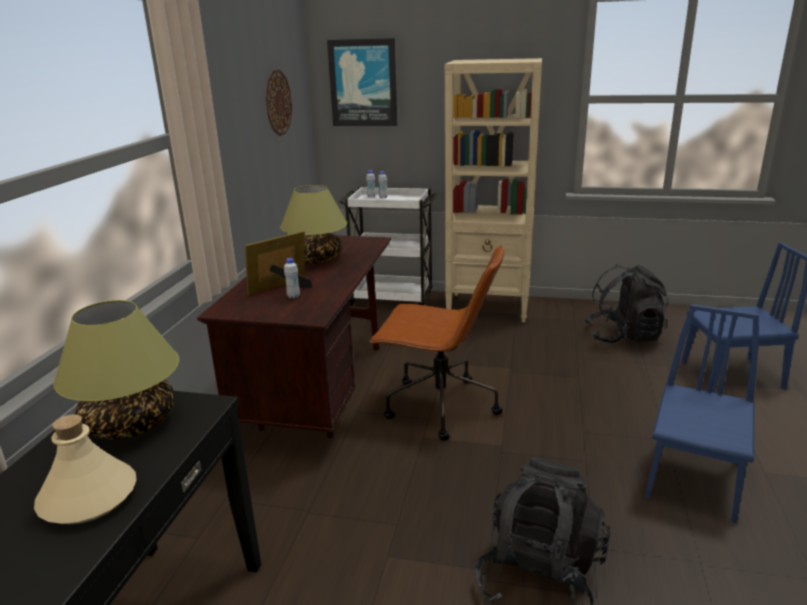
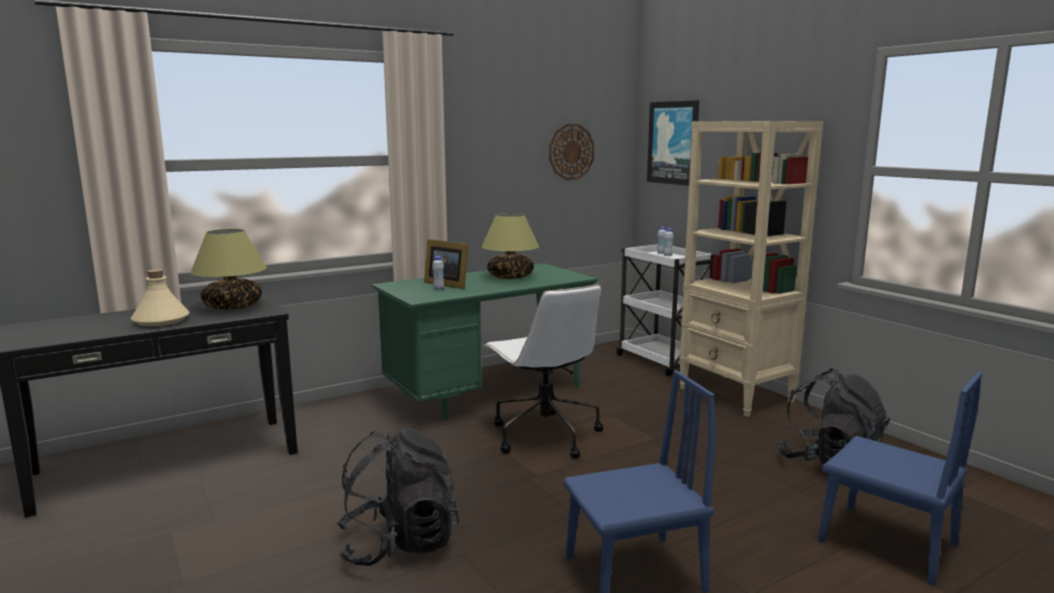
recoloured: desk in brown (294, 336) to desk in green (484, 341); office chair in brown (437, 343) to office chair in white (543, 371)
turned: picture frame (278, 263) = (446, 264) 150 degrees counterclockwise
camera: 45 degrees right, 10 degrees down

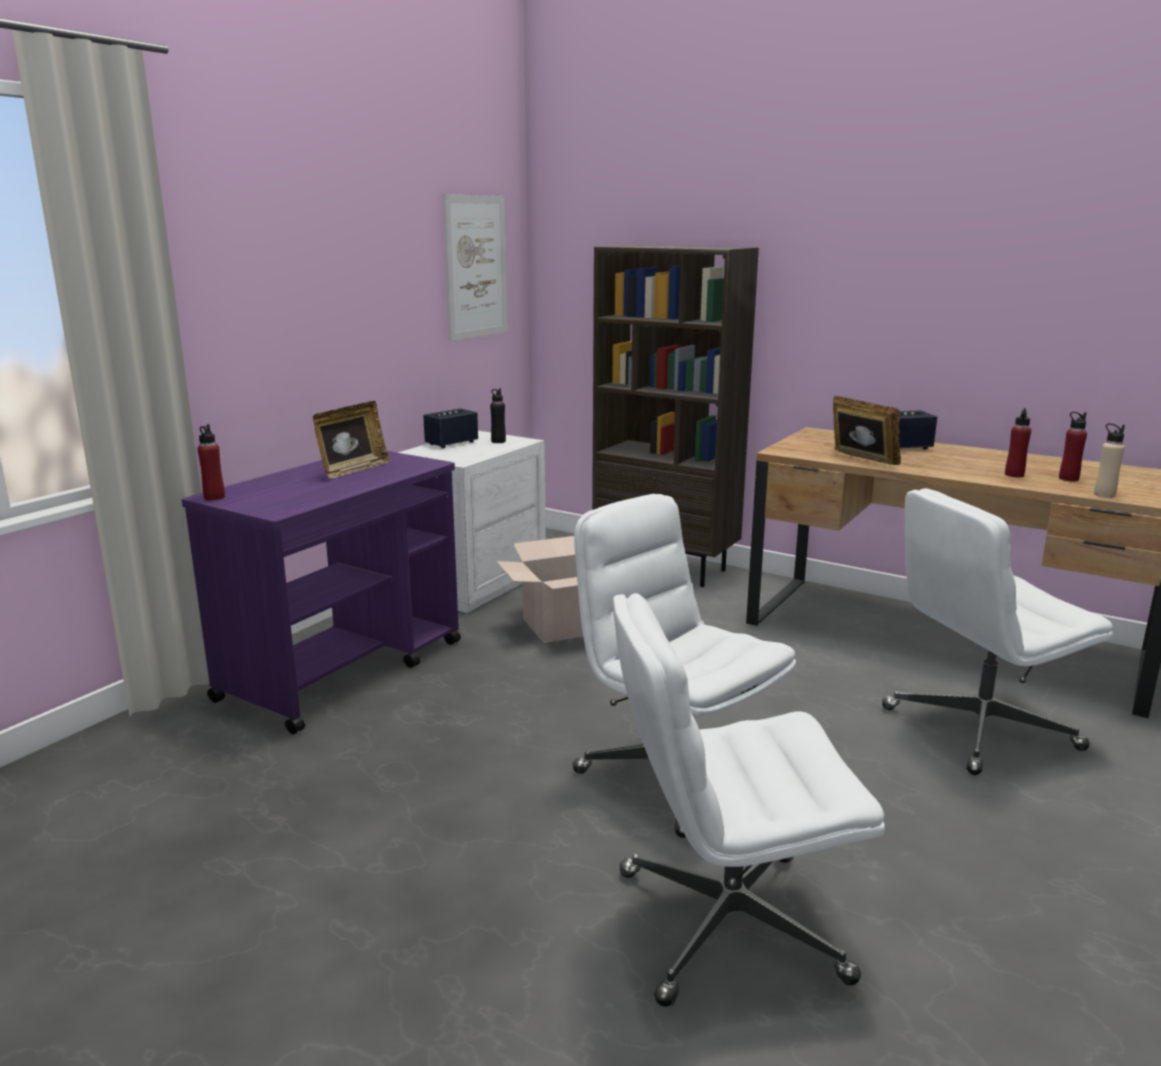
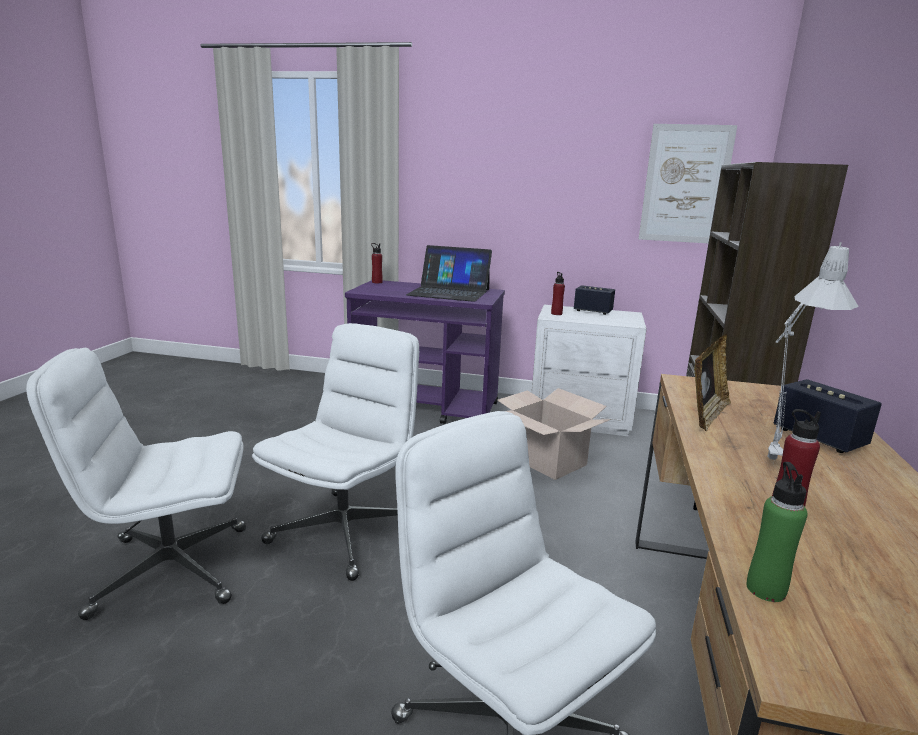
removed: bottle in black (498, 415)
added: table lamp in grey (813, 351)
moved: bottle in red (1073, 446) to (558, 293)
replaced: picture frame (351, 440) to laptop (449, 273)
recoloured: bottle in beige (1109, 460) to bottle in green (777, 532)
turned: office chair in white (748, 800) = (136, 484) 75 degrees counterclockwise
camera: 70 degrees right, 0 degrees up

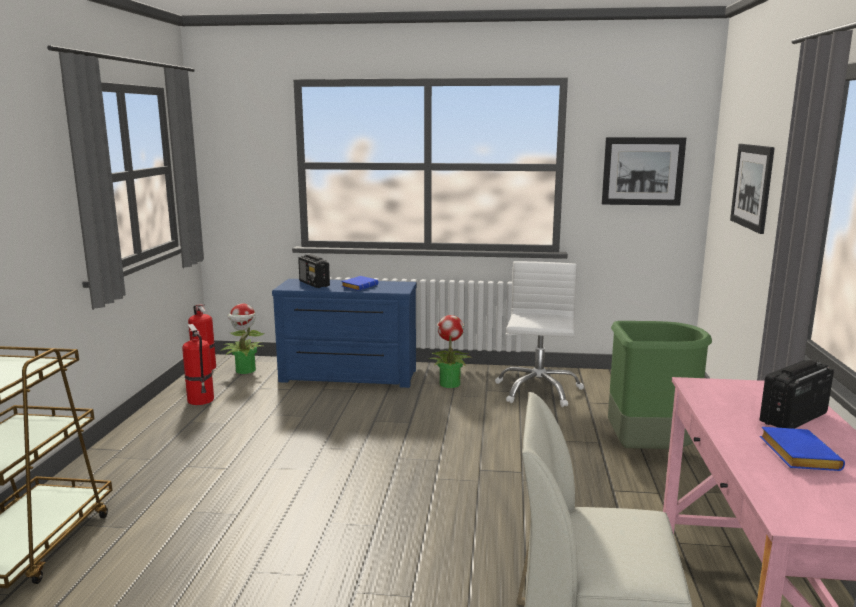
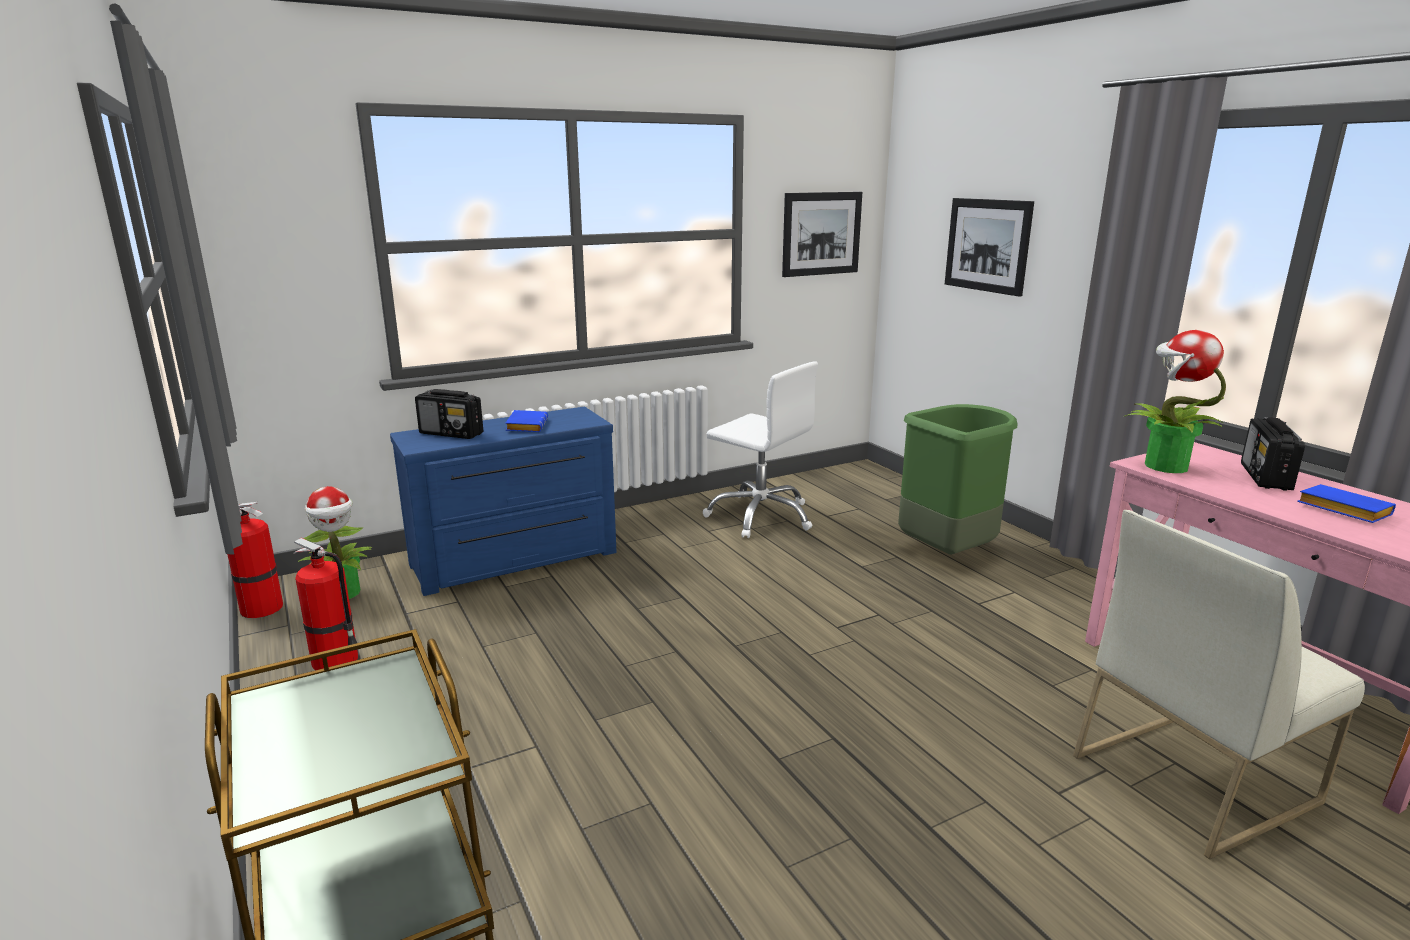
moved: potted plant (451, 351) to (1175, 401)
turned: office chair in white (539, 334) = (760, 449) 150 degrees clockwise
camera: 35 degrees left, 5 degrees up

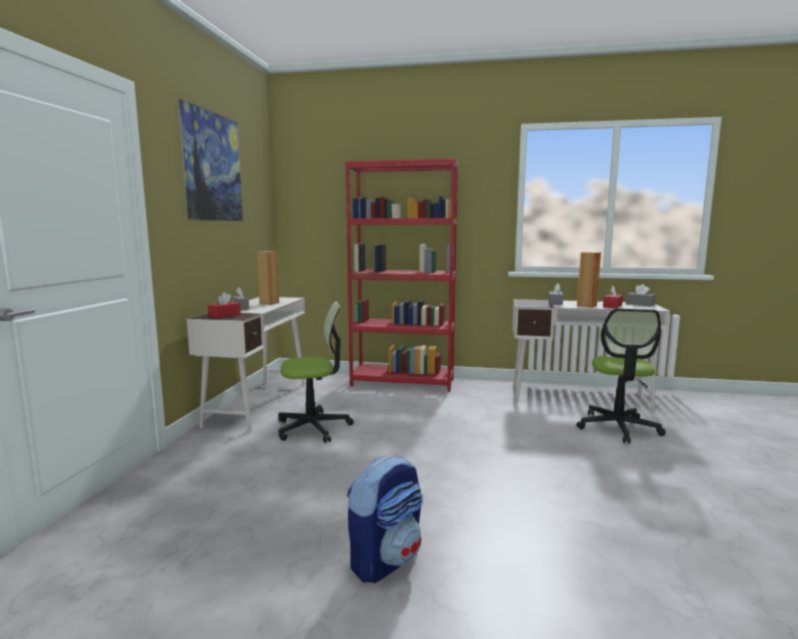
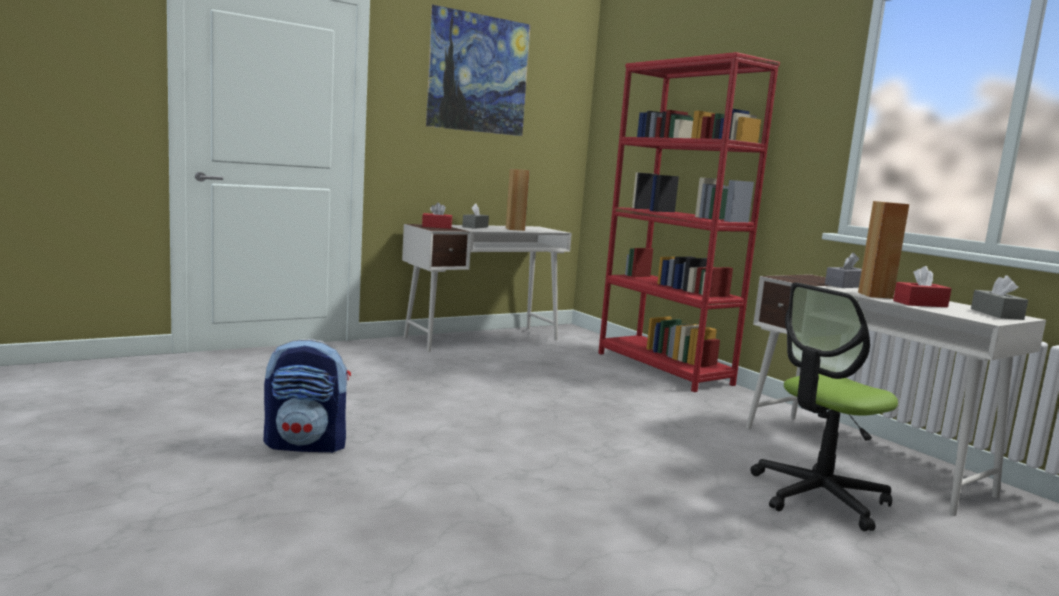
removed: office chair (316, 372)
camera: 45 degrees right, 0 degrees up

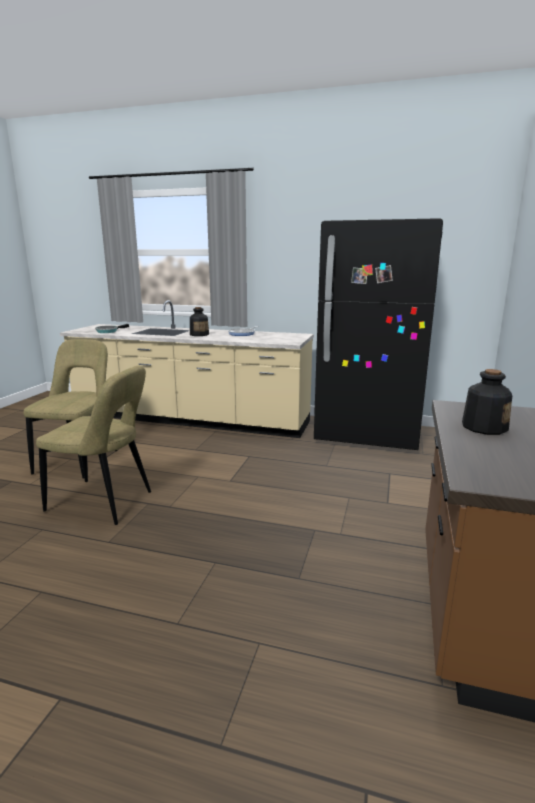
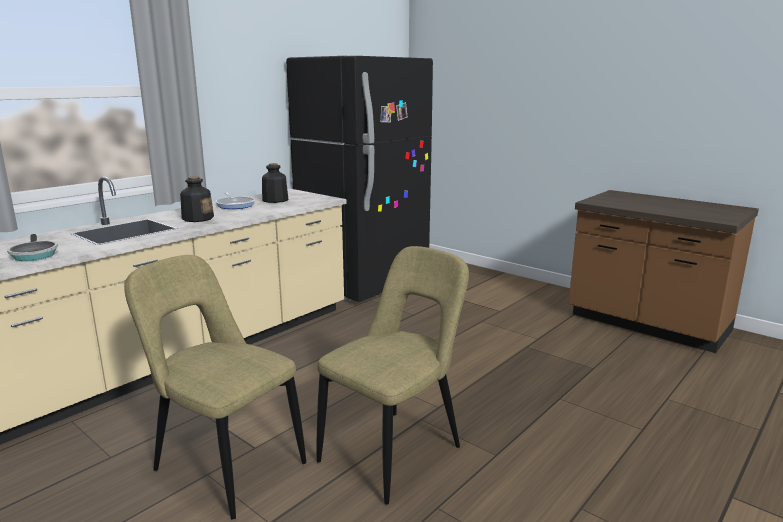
moved: bottle (487, 402) to (275, 183)
camera: 65 degrees left, 0 degrees up

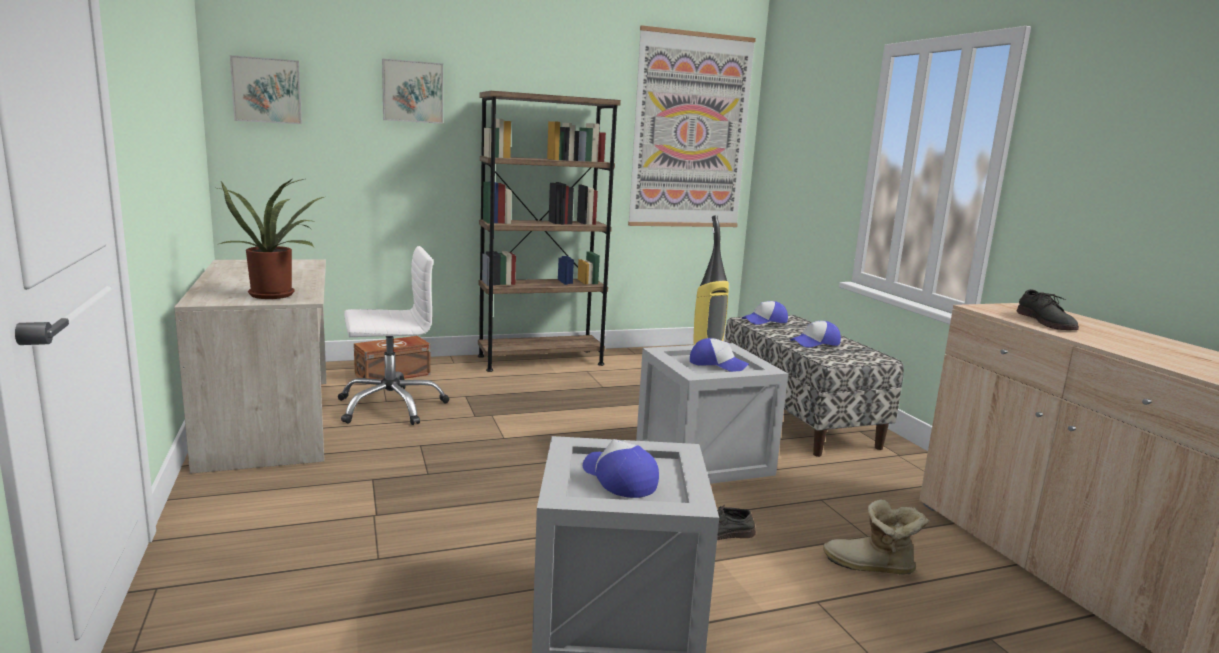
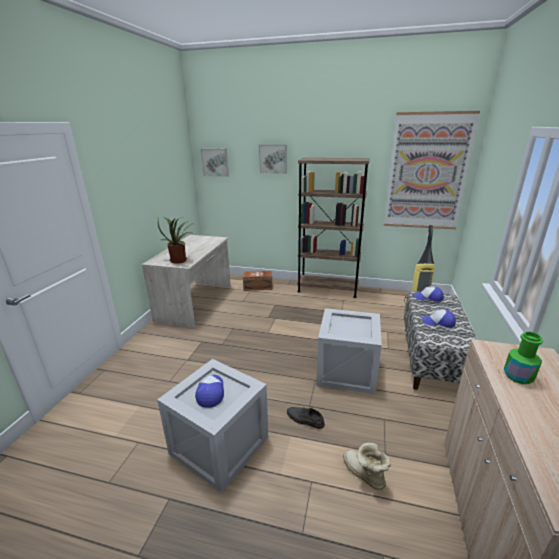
removed: office chair in white (394, 335); cap (719, 355)
replaced: shoe in grey (1048, 309) to bottle in green (523, 357)
camera: 35 degrees right, 10 degrees up

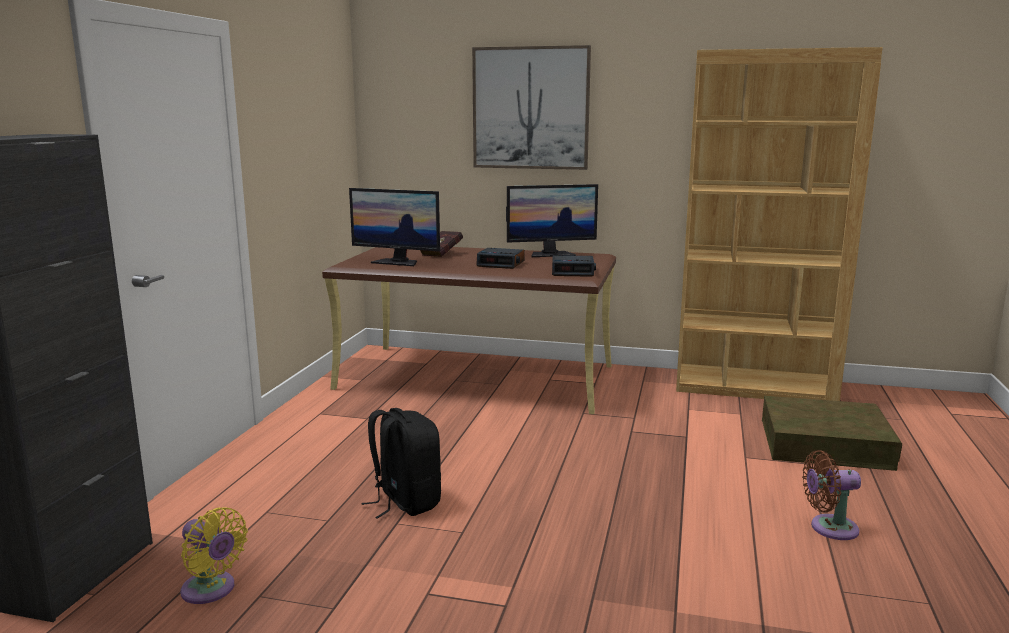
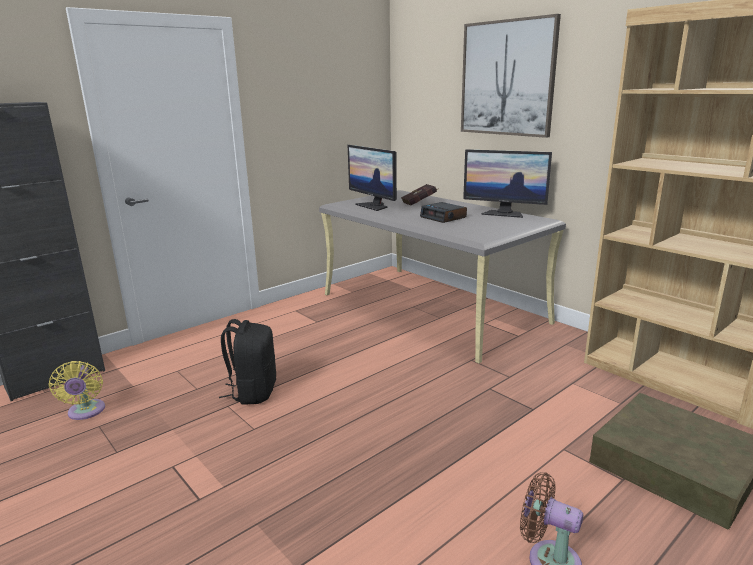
removed: alarm clock (574, 266)
recoloured: desk in brown (469, 330) to desk in grey (442, 276)
camera: 35 degrees right, 5 degrees up

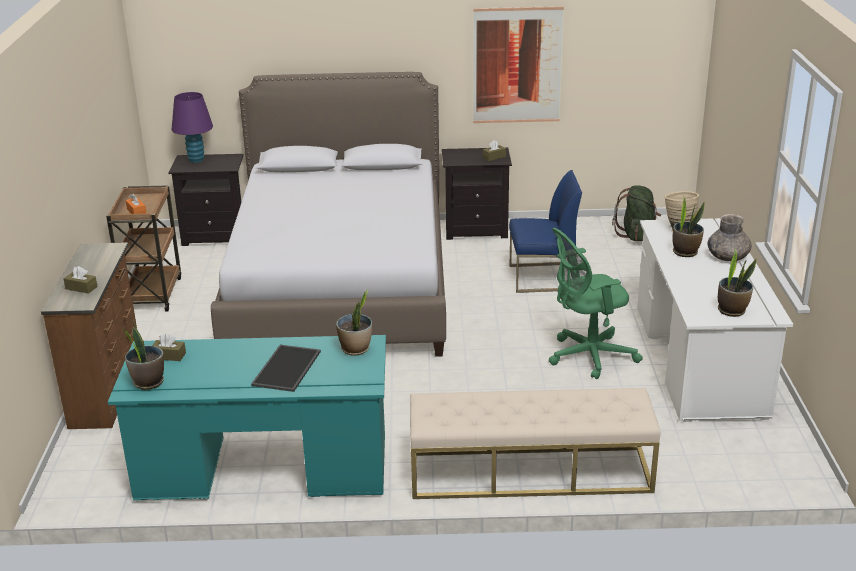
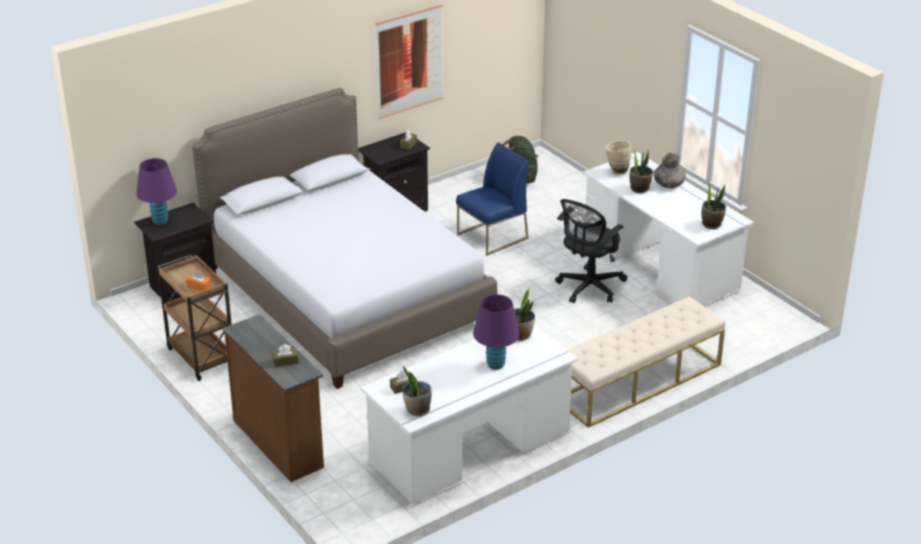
replaced: tray (286, 368) to table lamp in purple (496, 332)
recoloured: desk in turquoise (247, 418) to desk in white (469, 415); office chair in green (596, 303) to office chair in black (591, 251)
camera: 35 degrees left, 5 degrees up

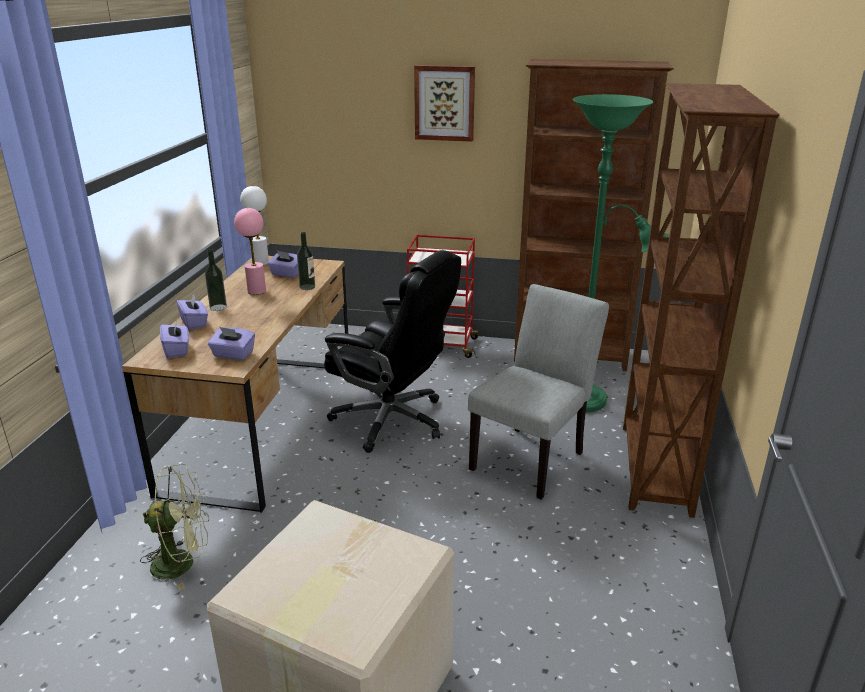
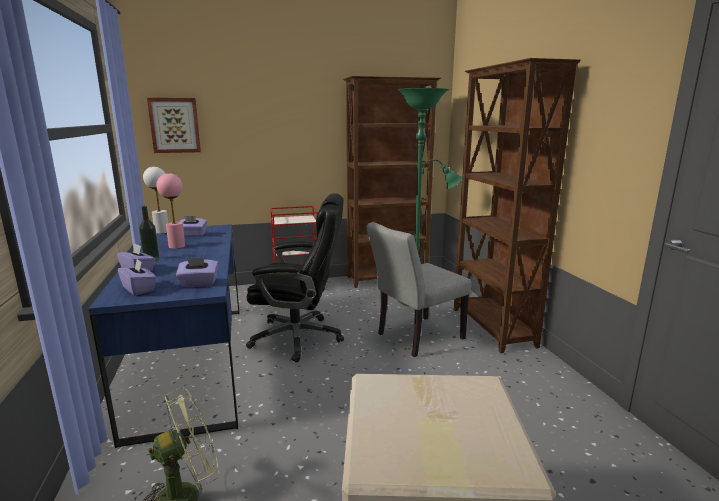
removed: bottle (306, 261)
moved: picture (444, 103) to (174, 125)
recoloured: desk in brown (235, 384) to desk in blue (163, 336)
turned: chair in grey (538, 392) = (419, 289) 135 degrees counterclockwise
camera: 25 degrees left, 10 degrees down

